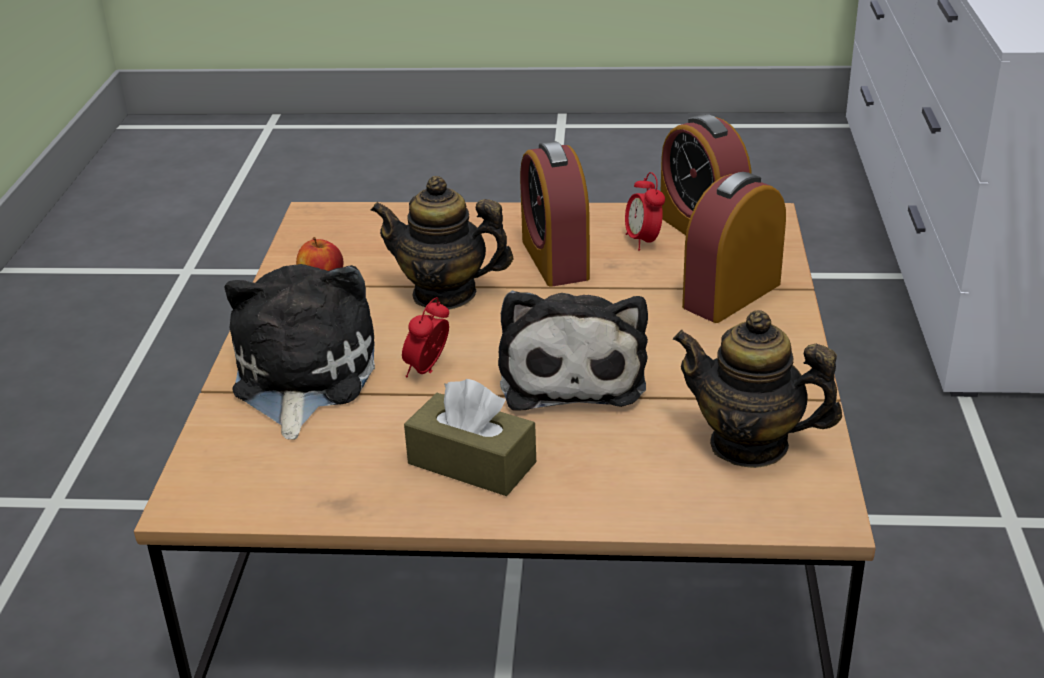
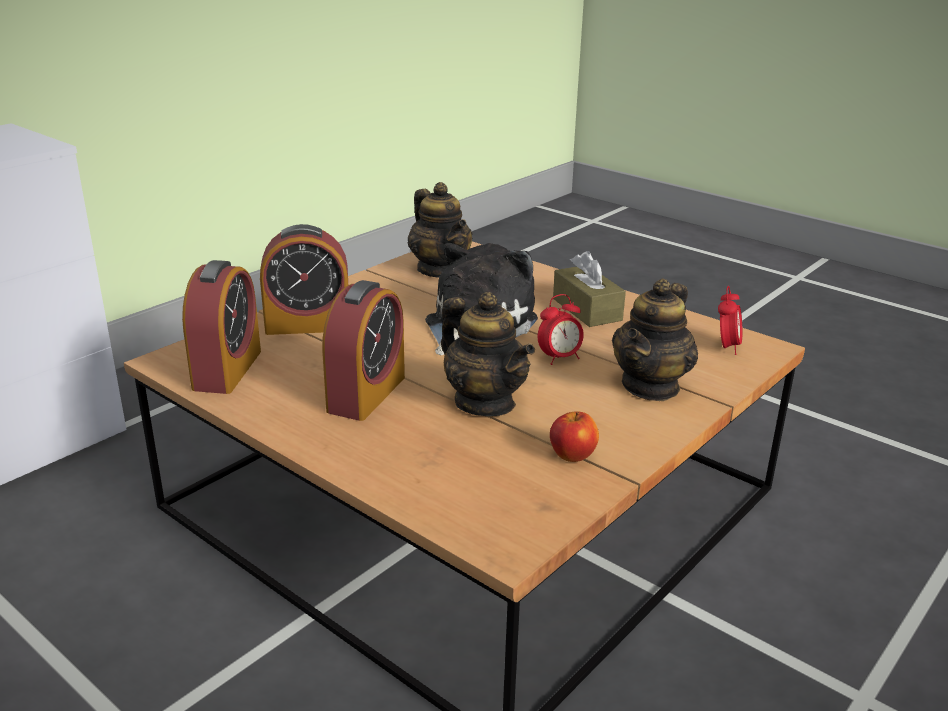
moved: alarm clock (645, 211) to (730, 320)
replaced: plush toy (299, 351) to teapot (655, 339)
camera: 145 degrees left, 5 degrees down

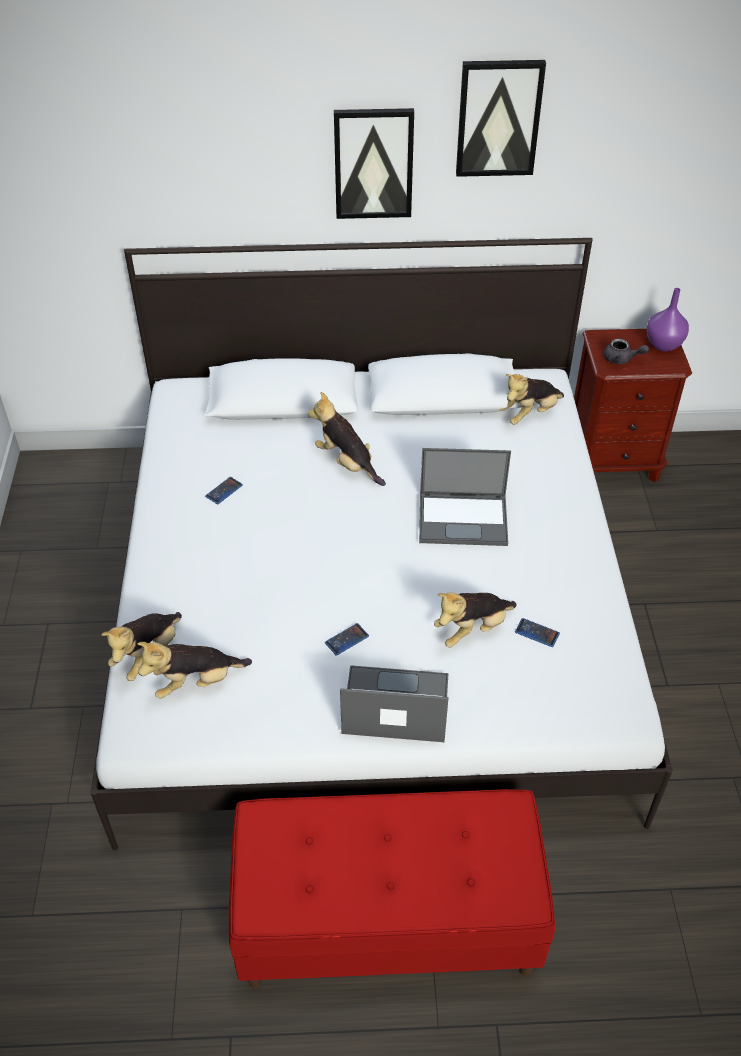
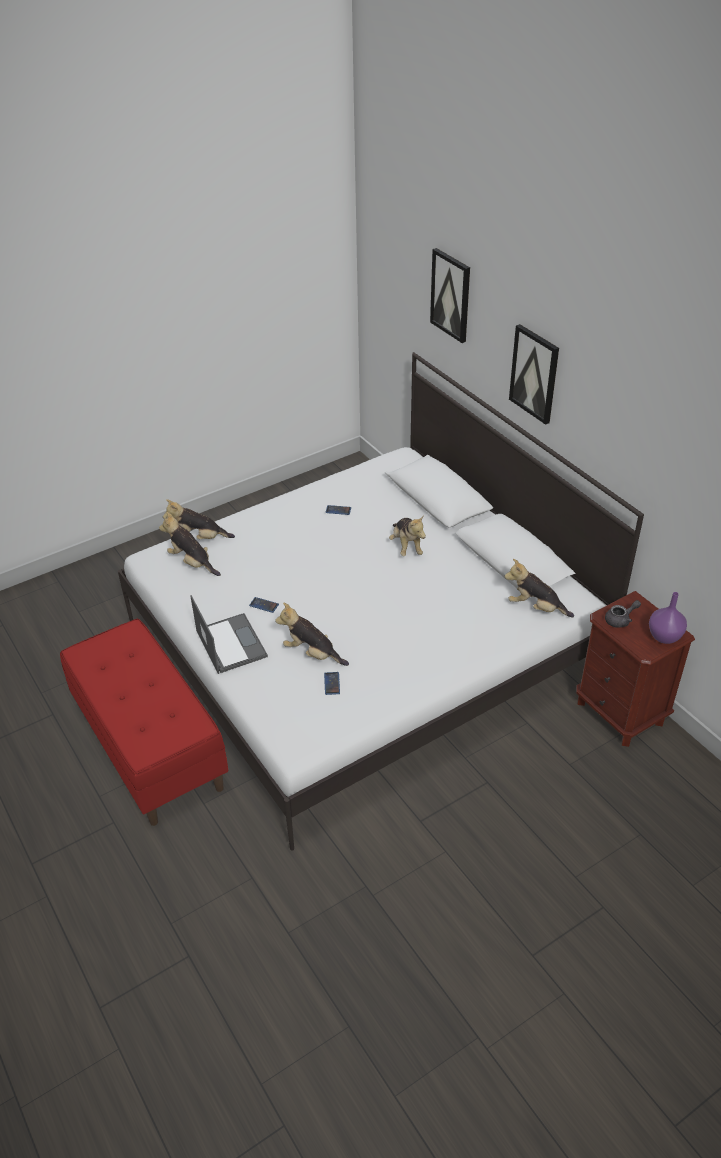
removed: laptop (465, 497)
moved: picture (501, 118) to (450, 295)
turned: plush toy (347, 439) = (407, 536) 150 degrees clockwise; teapot in grey (626, 351) = (623, 614) 105 degrees counterclockwise
camera: 60 degrees right, 5 degrees down

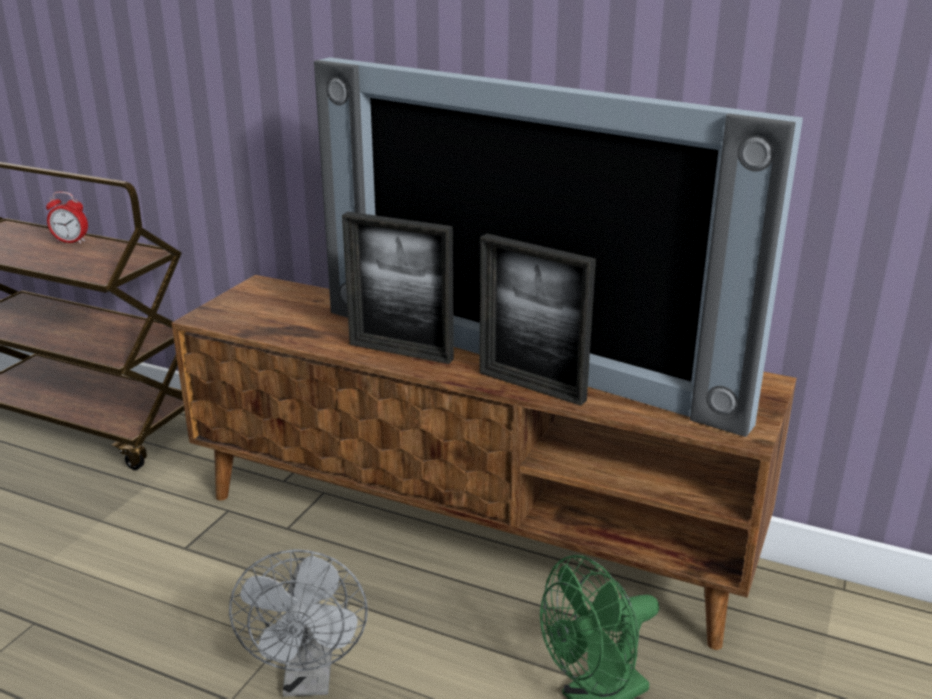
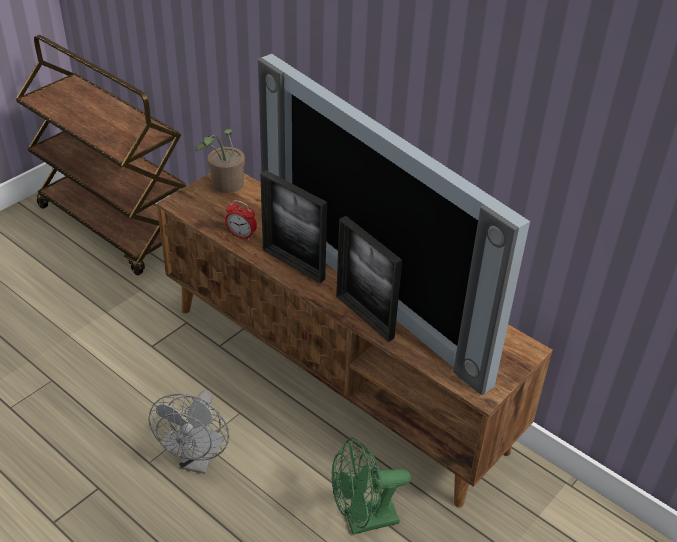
added: potted plant (220, 161)
moved: alarm clock (67, 218) to (241, 220)
camera: 15 degrees right, 15 degrees up

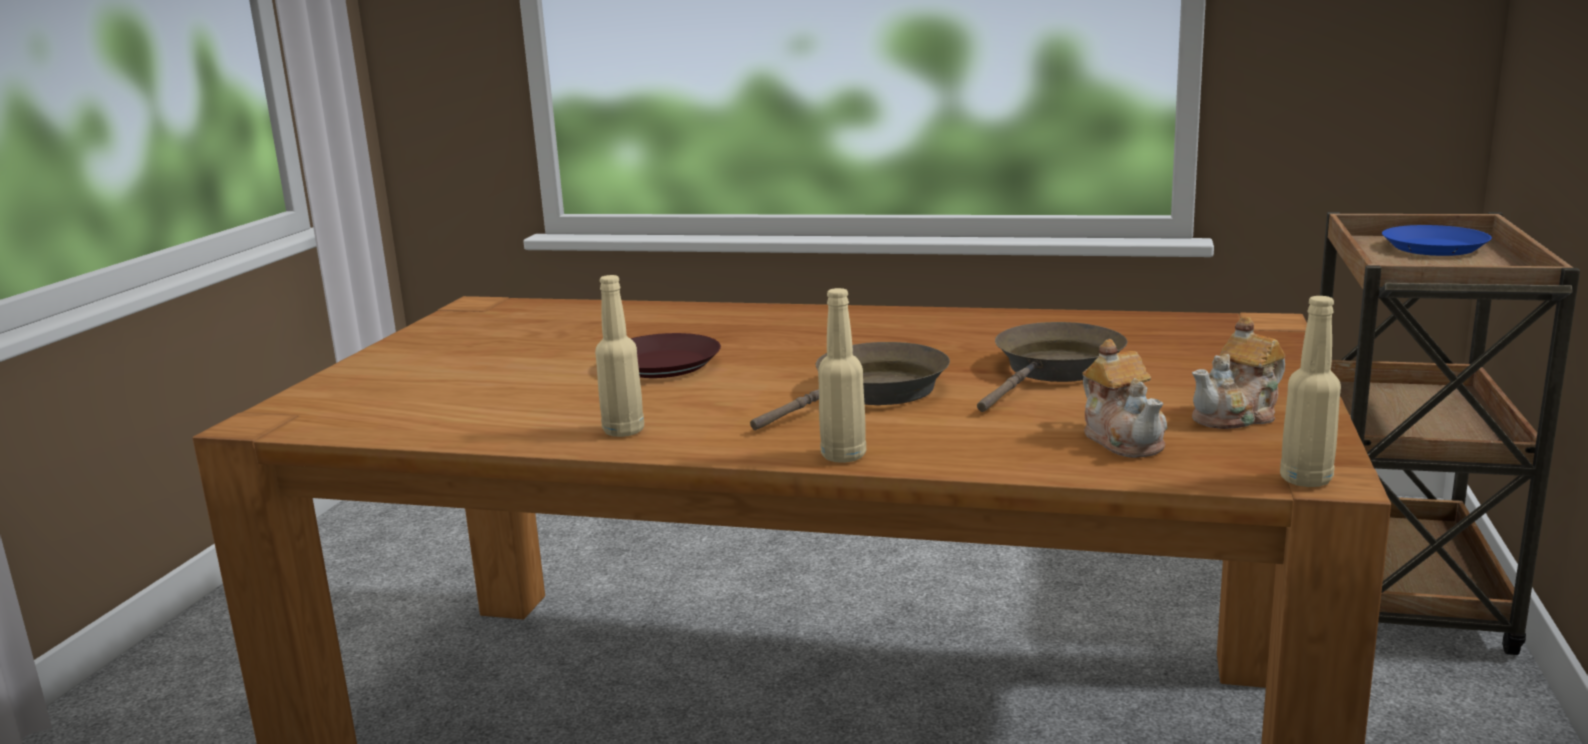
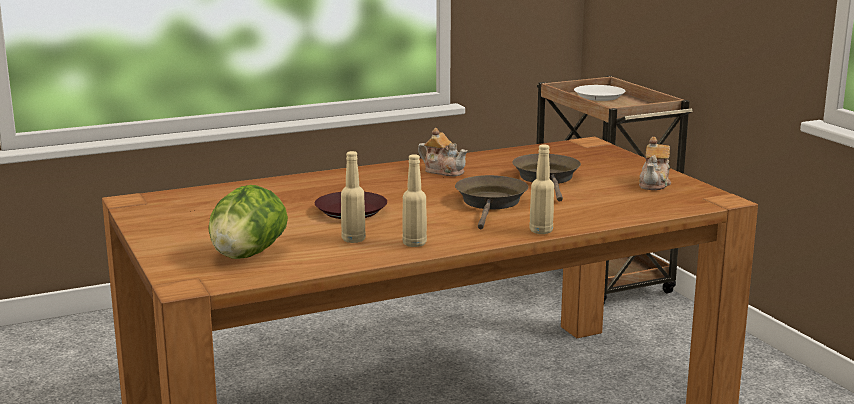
added: lettuce (248, 222)
moved: teapot (1125, 398) to (443, 152); bottle in beige (1310, 391) to (353, 197)
recoloured: plate in blue (1437, 240) to plate in white (599, 93)
camera: 40 degrees left, 0 degrees up

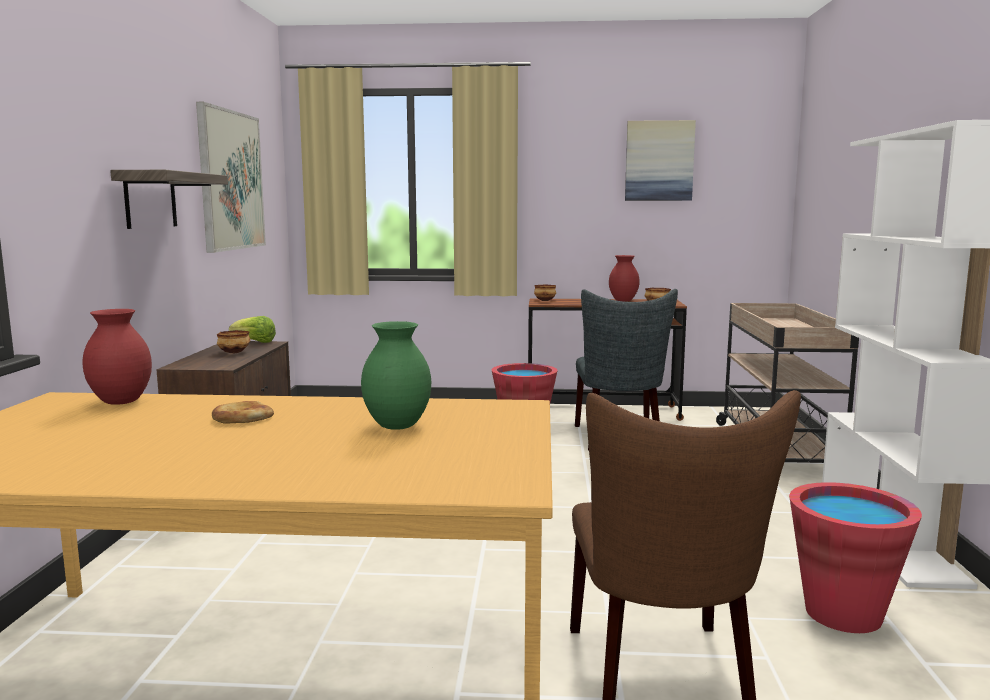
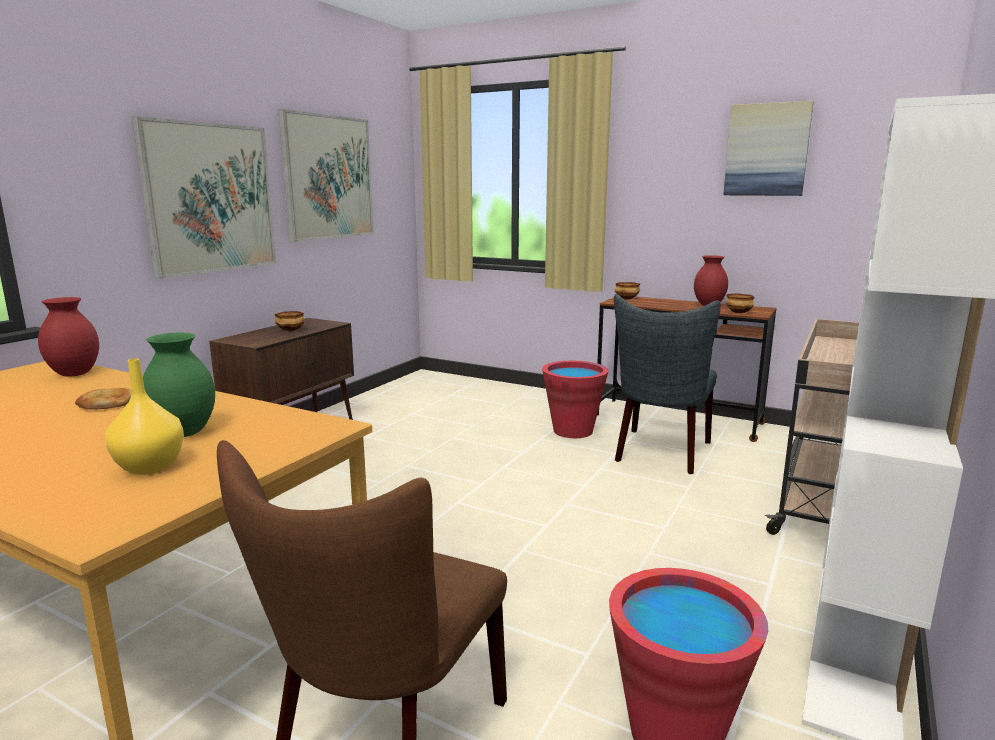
removed: lettuce (252, 329)
added: vase in yellow (144, 417)
replaced: shelf (169, 199) to picture (204, 197)
camera: 25 degrees right, 5 degrees up

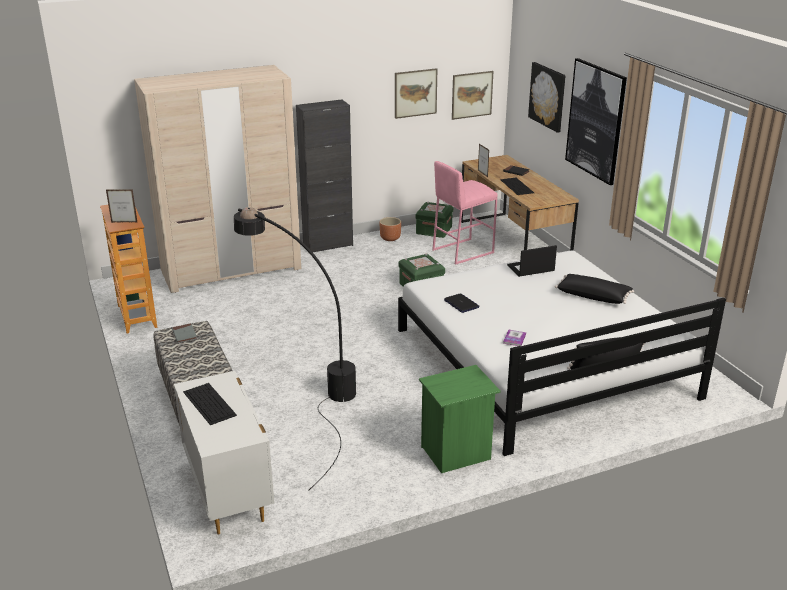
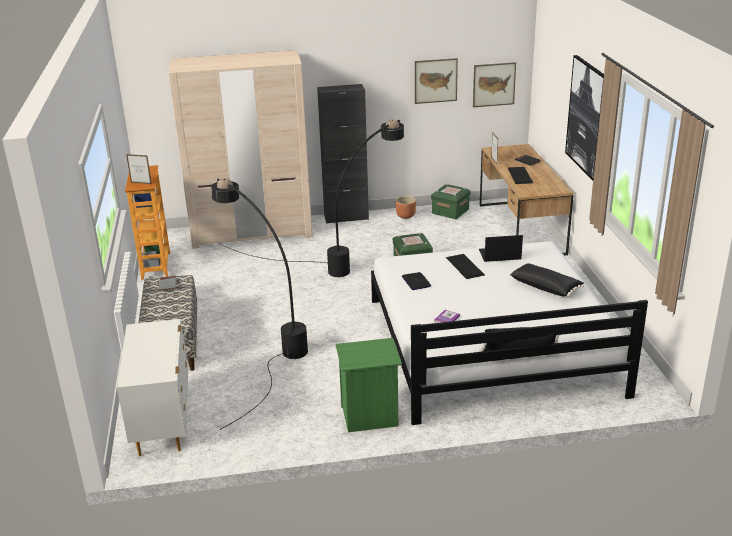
removed: stool in pink (464, 213); picture (547, 97)
added: floor lamp in black (312, 198)
moved: keyboard (210, 404) to (465, 266)
camera: 15 degrees right, 0 degrees up

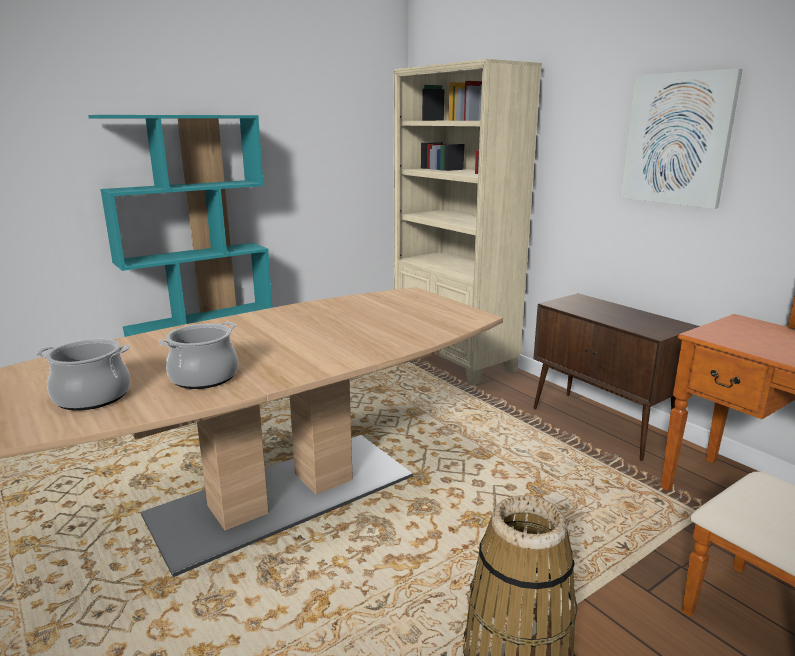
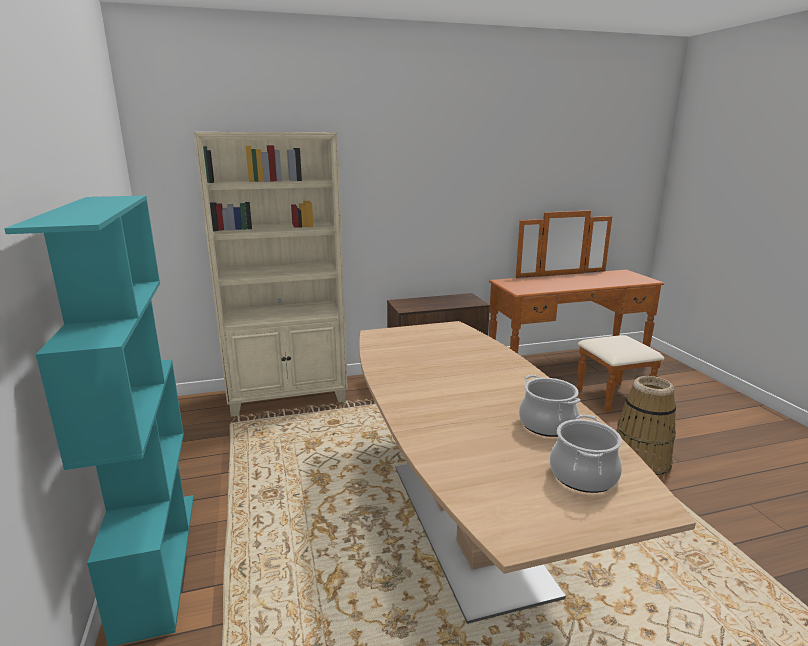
removed: picture (681, 139)
camera: 70 degrees left, 0 degrees up

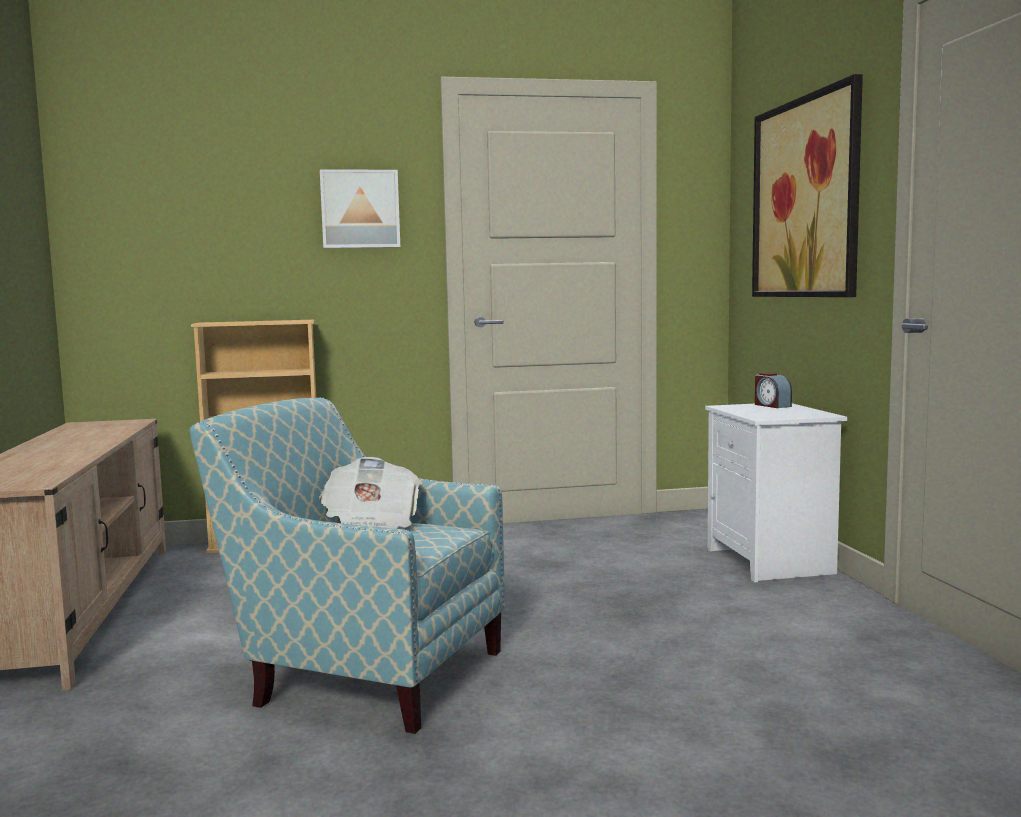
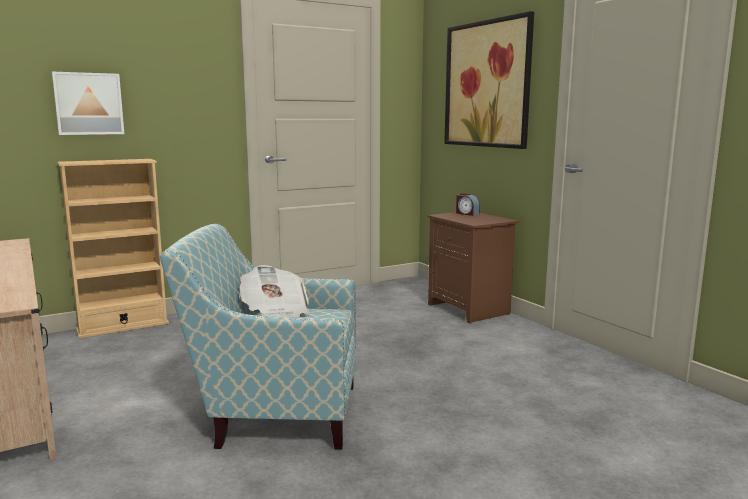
moved: picture (360, 208) to (88, 103)
recoloured: nightstand in white (776, 492) to nightstand in brown (473, 268)
camera: 20 degrees left, 5 degrees up

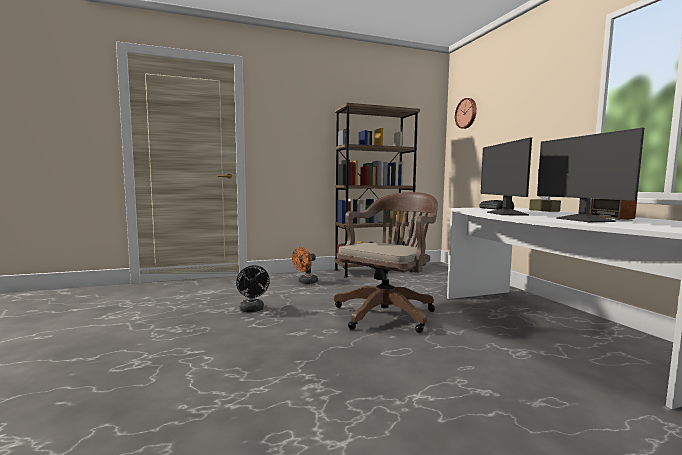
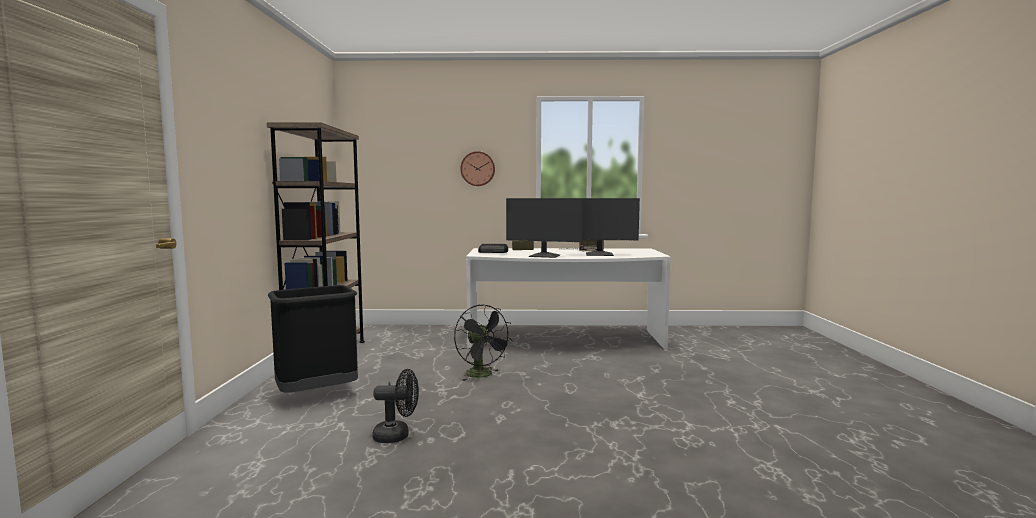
moved: wall clock (466, 113) to (477, 168)
replaced: fan in orange (305, 265) to trash can in black (313, 339); office chair in brown (386, 262) to fan in black (483, 343)
camera: 70 degrees left, 0 degrees up

